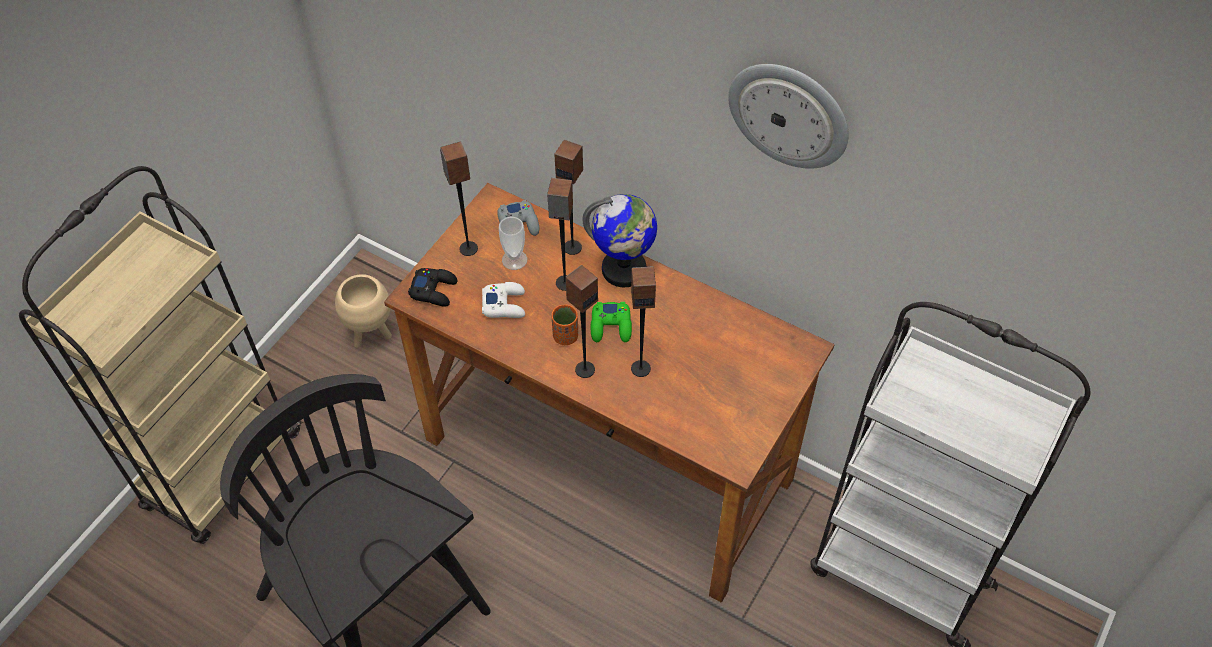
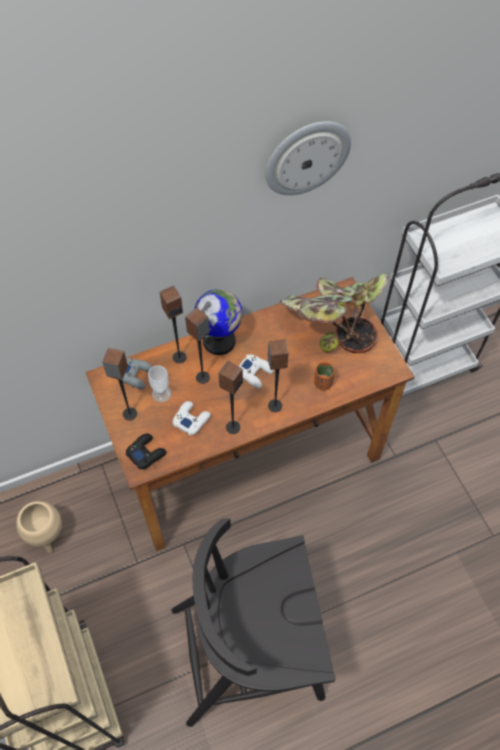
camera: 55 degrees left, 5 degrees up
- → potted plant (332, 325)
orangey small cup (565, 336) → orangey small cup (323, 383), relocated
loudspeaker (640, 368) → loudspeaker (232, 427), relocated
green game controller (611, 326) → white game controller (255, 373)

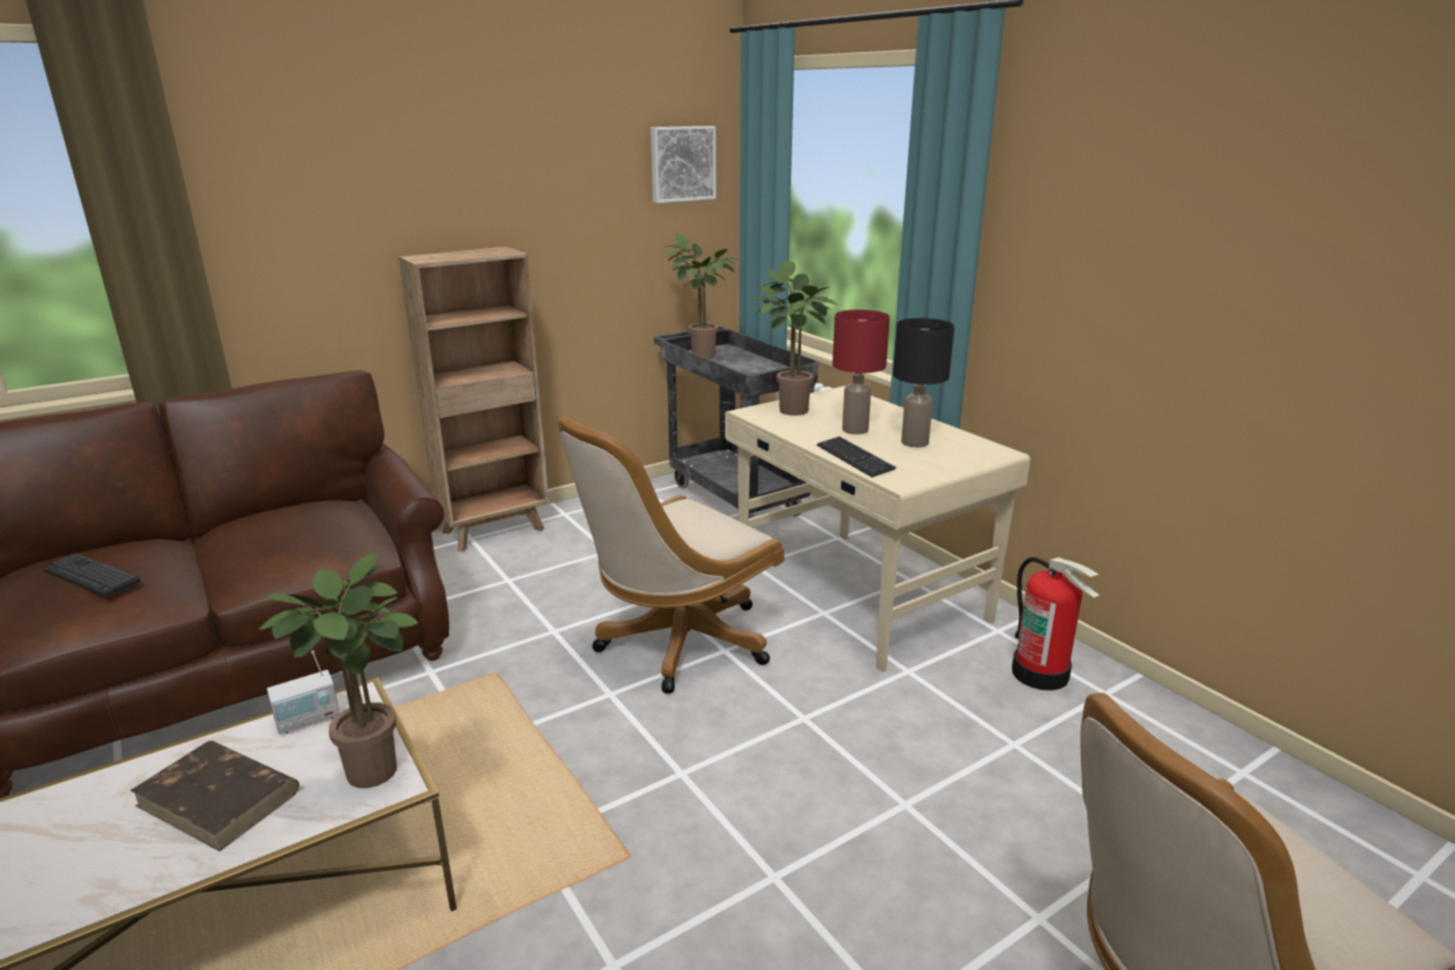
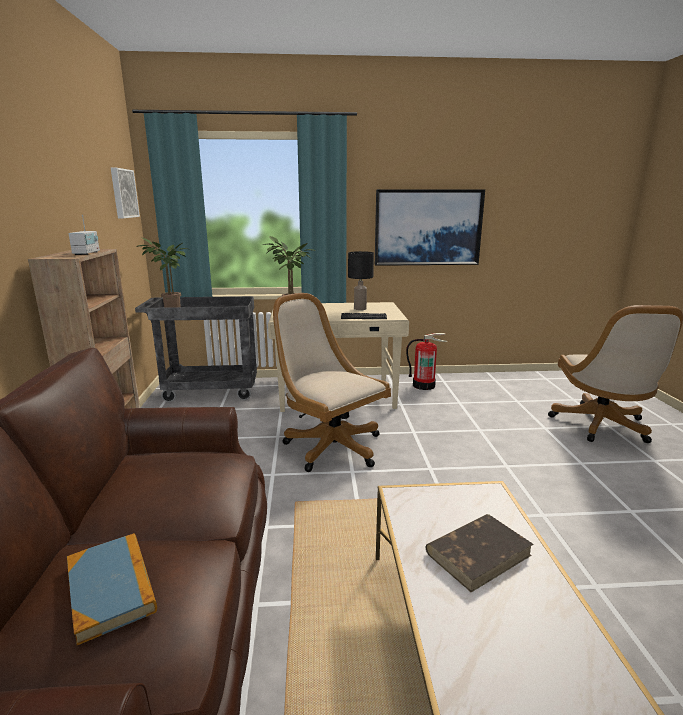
camera: 60 degrees left, 5 degrees down
potted plant (375, 777) → -
reddish lamp for a table (855, 430) → -
- → wall picture (427, 227)
radio (308, 719) → radio (87, 253), relocated
keyboard (92, 576) → volume (111, 587)
office chair (674, 646) → office chair (328, 444), 150 degrees clockwise

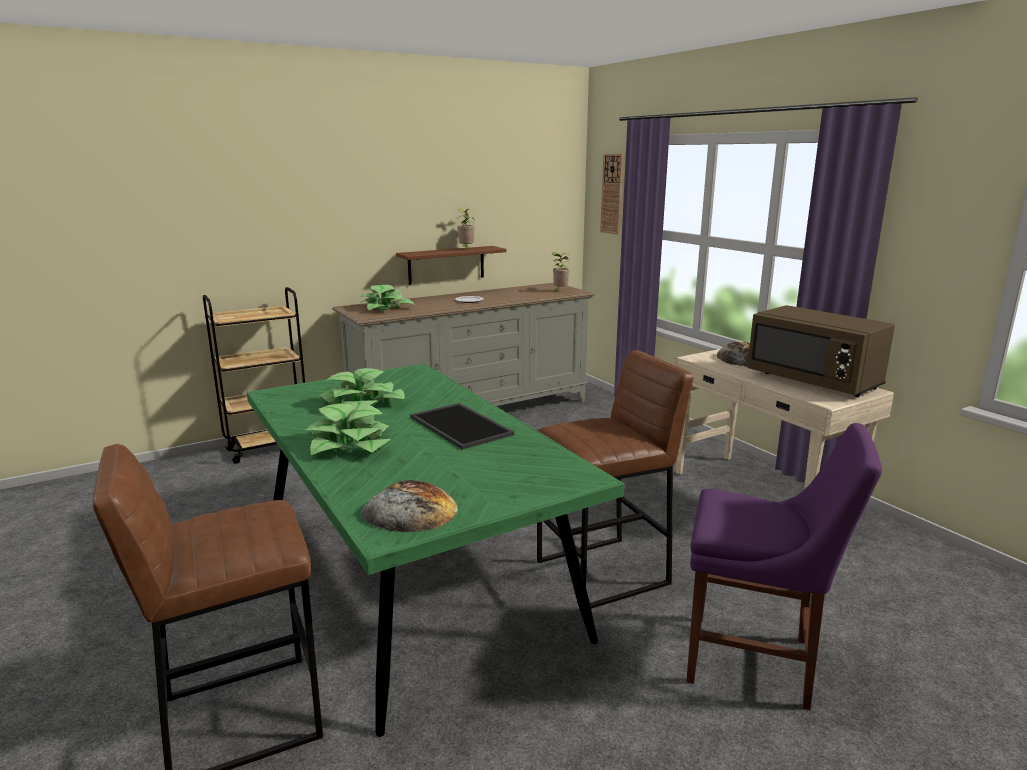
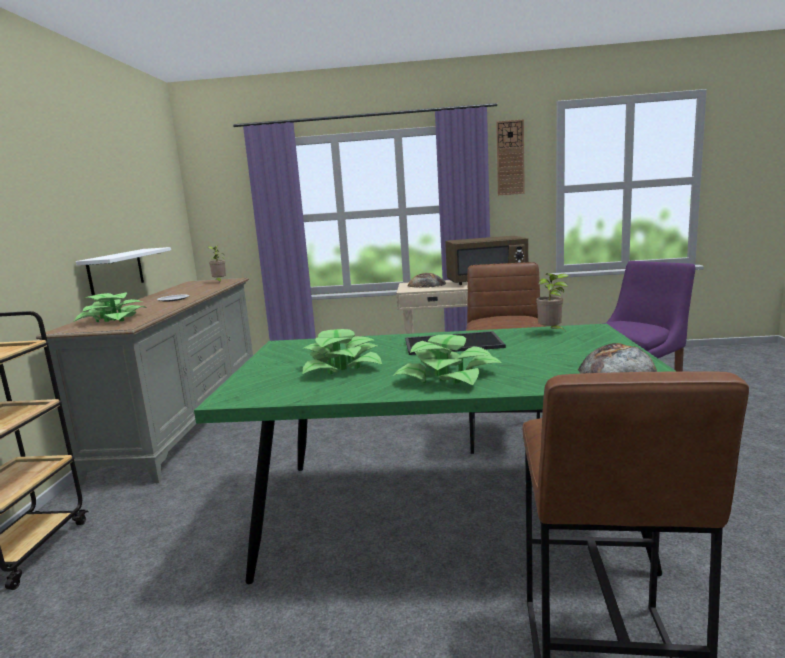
camera: 55 degrees left, 5 degrees down
potted plant (466, 249) → potted plant (551, 332), relocated
wall clock (612, 194) → wall clock (510, 158), relocated
brownish shelf (446, 265) → white shelf (116, 272)

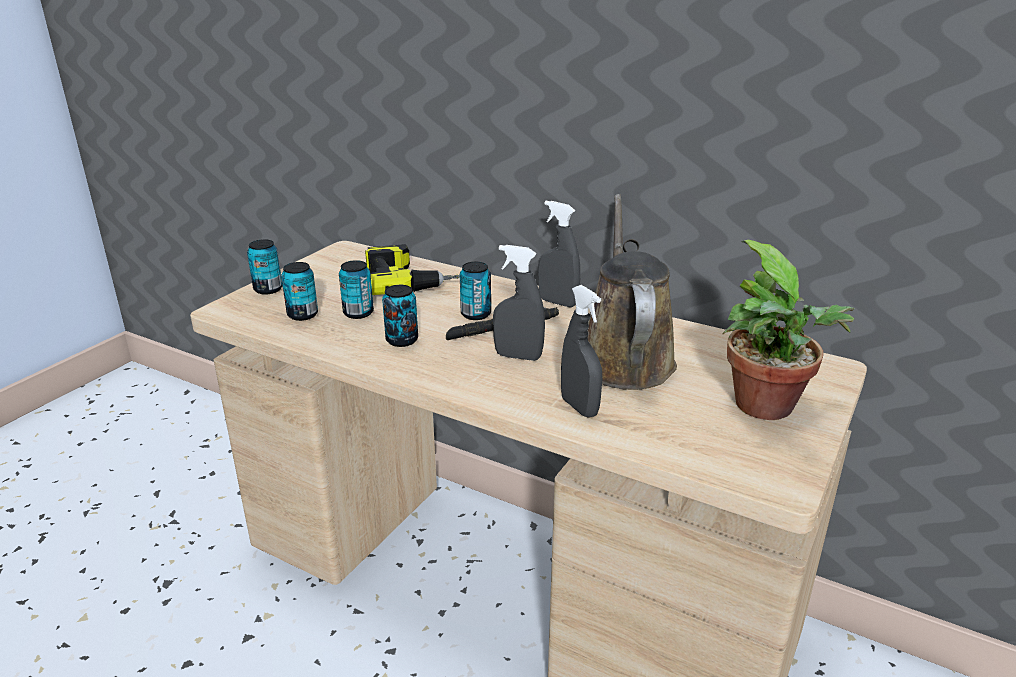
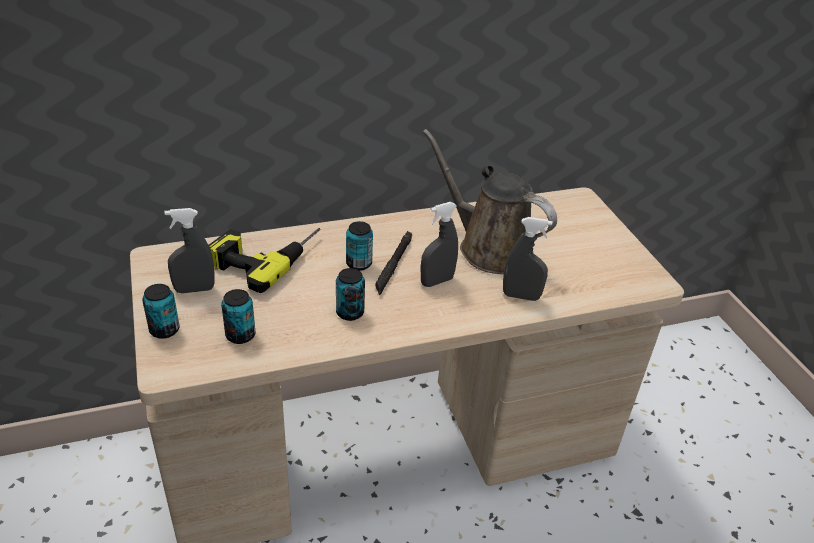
camera: 50 degrees left, 10 degrees up
metal can (358, 313) → -
potted plant (769, 409) → -
greyish spray bottle (557, 302) → greyish spray bottle (194, 289), relocated

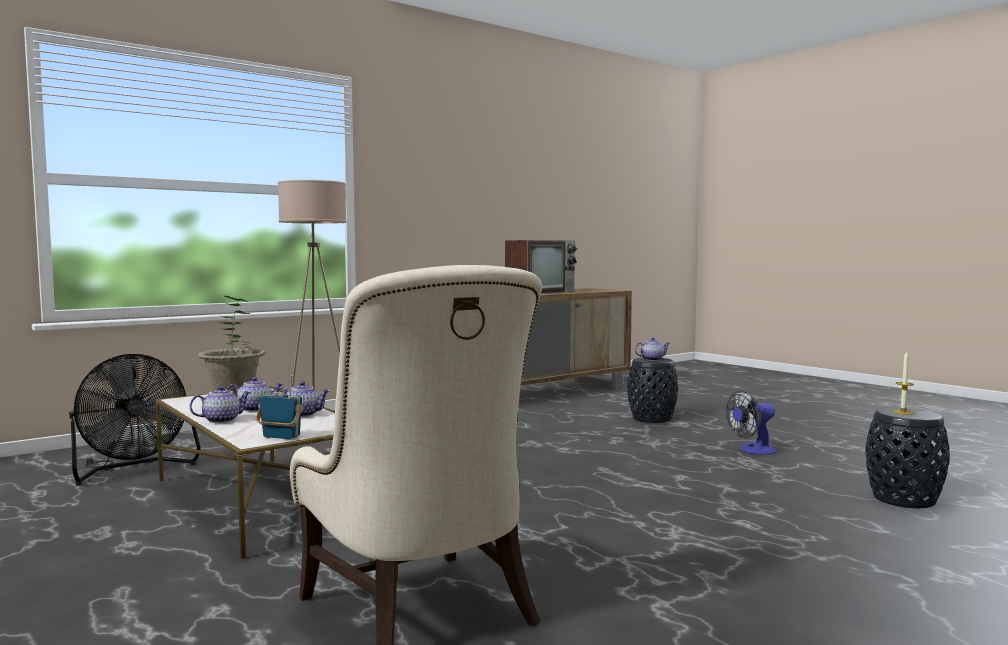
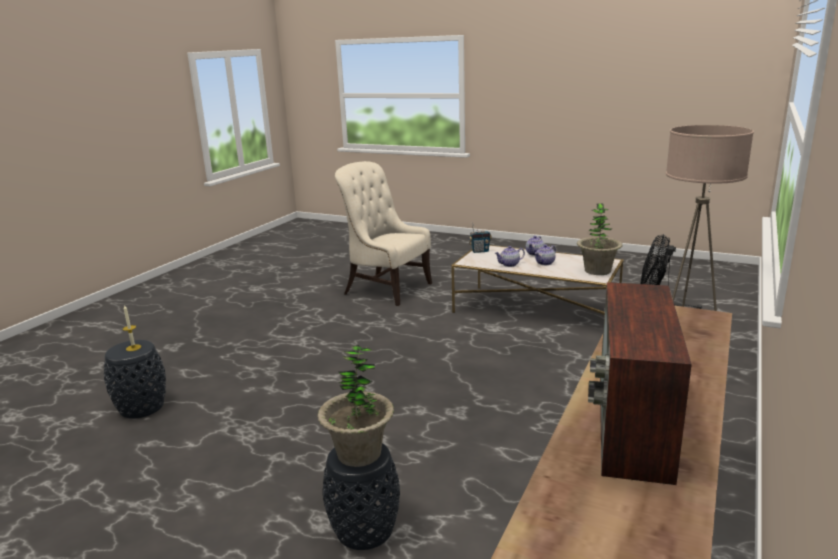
camera: 155 degrees right, 15 degrees up
fan (752, 450) → -
tea pot (652, 359) → potted plant (359, 453)

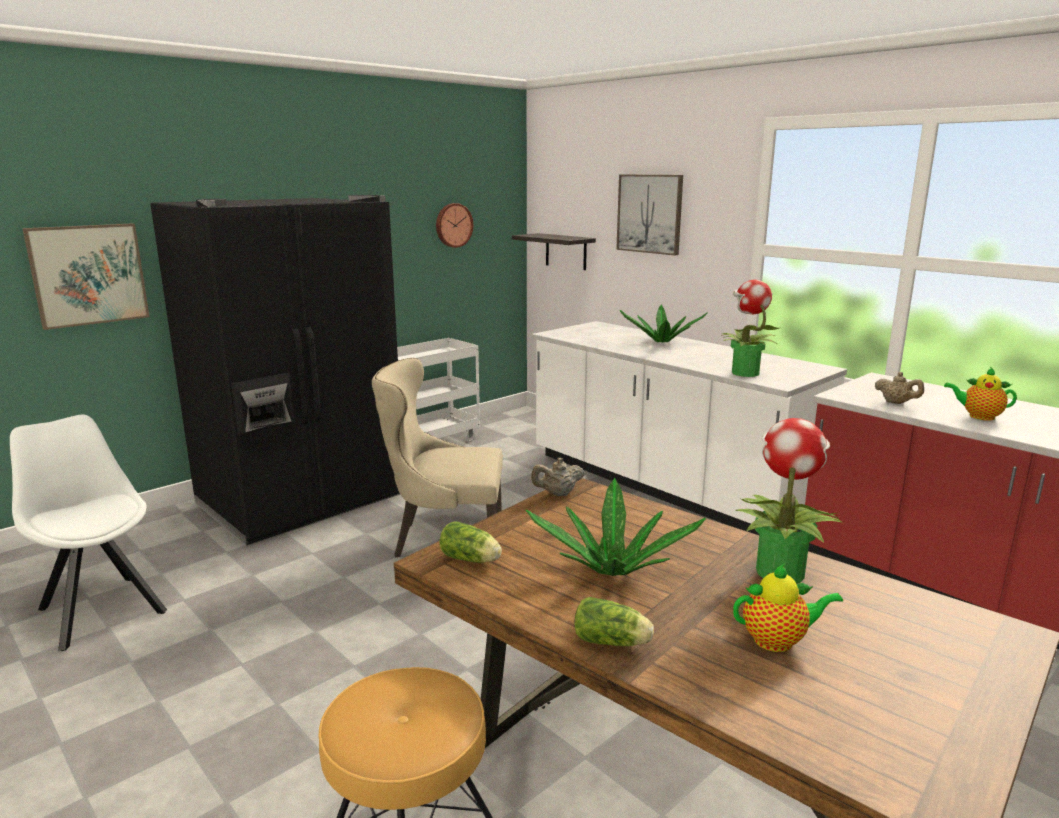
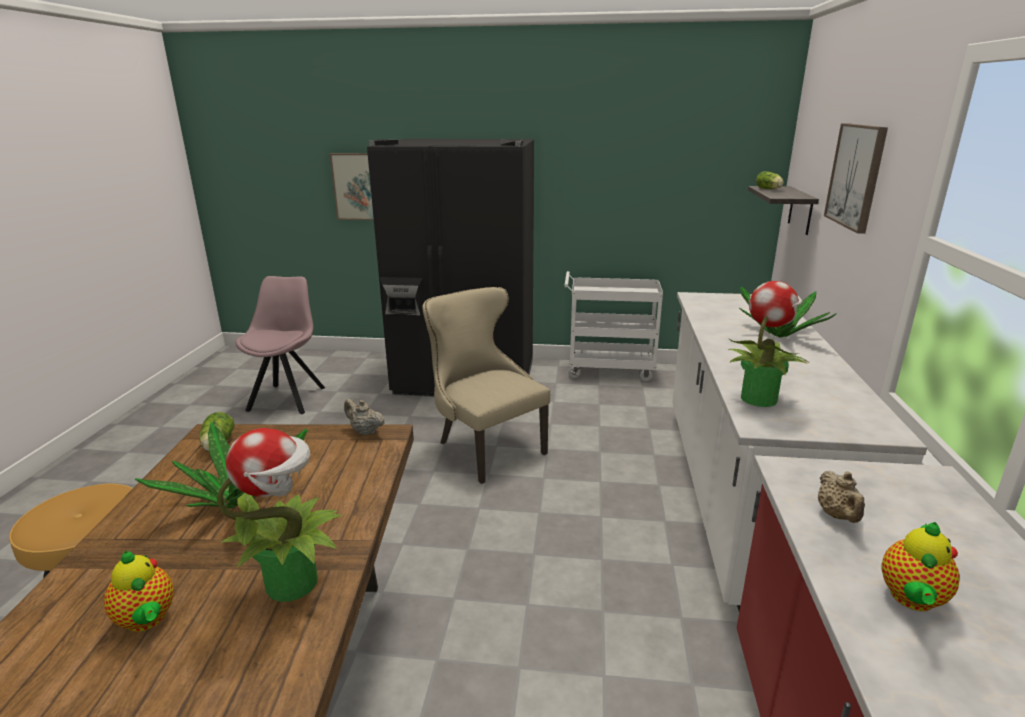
camera: 50 degrees right, 5 degrees up
wall clock (453, 225) → -
lettuce (613, 642) → lettuce (769, 189), relocated
white chair (101, 610) → pink chair (288, 398)
tea pot (978, 416) → tea pot (911, 600), 135 degrees counterclockwise

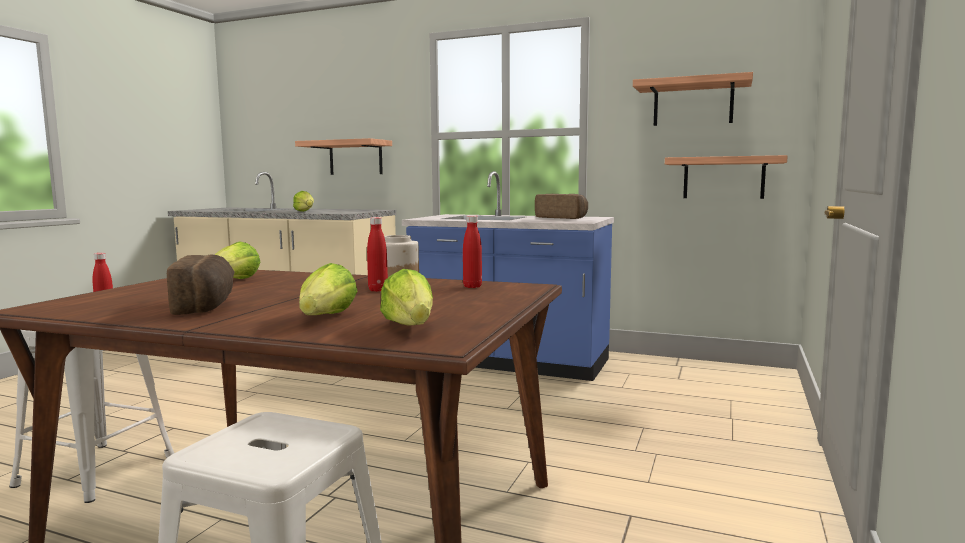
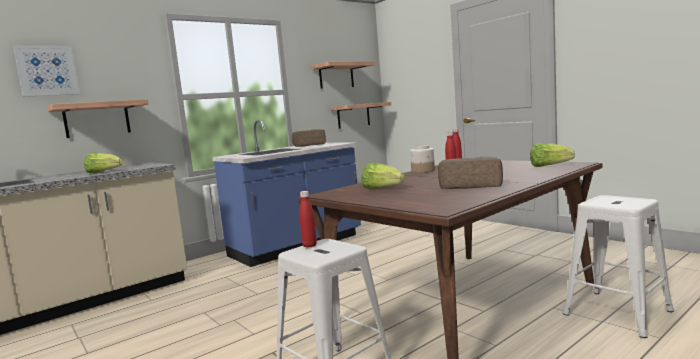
camera: 60 degrees left, 0 degrees up
lettuce (327, 318) → -
- → wall picture (47, 70)

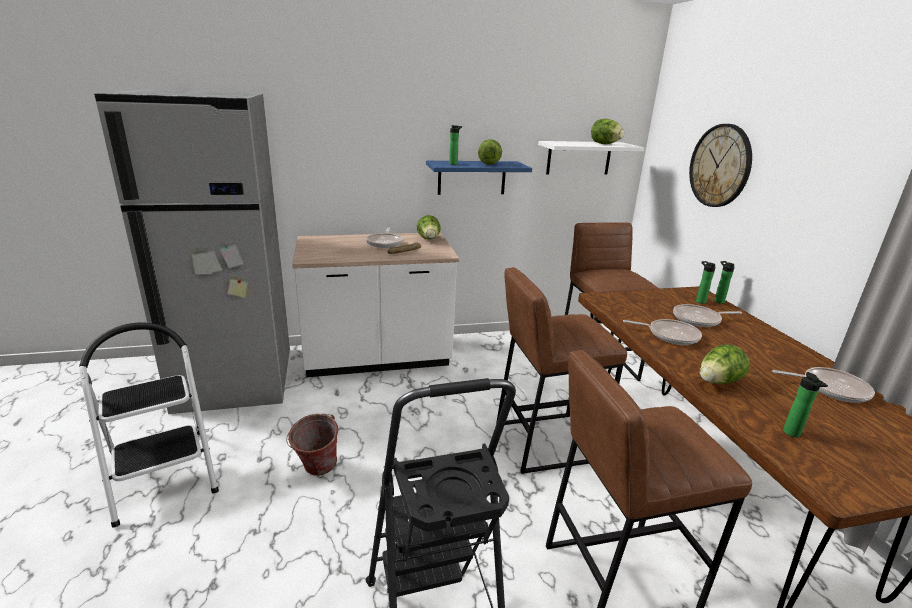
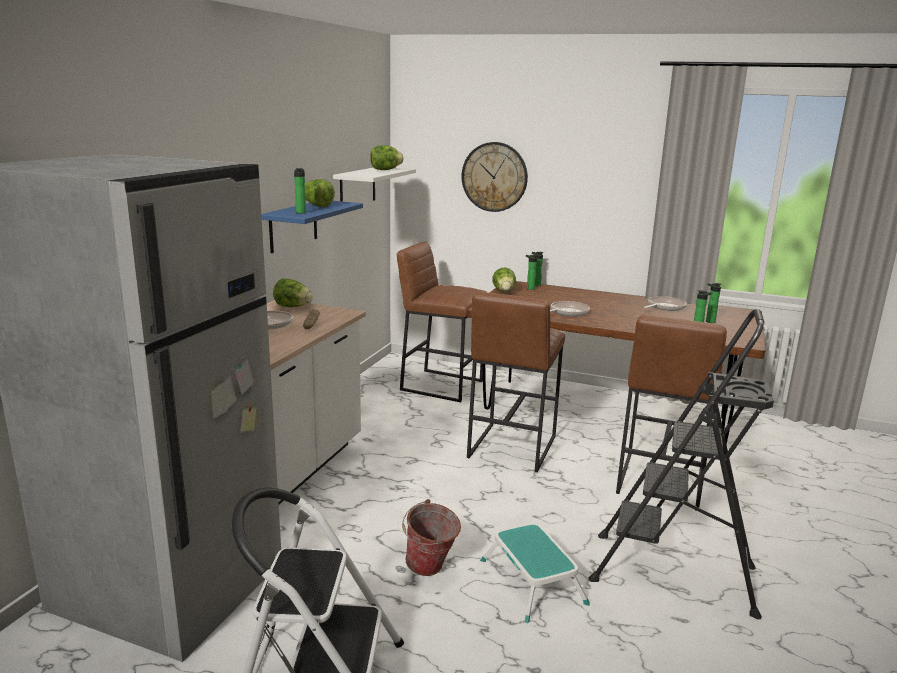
camera: 55 degrees left, 5 degrees down
frying pan (699, 319) → -
- → turquoise-coloured step ladder (532, 581)
- → drink bottle (708, 321)
lettuce (717, 382) → lettuce (504, 292), relocated

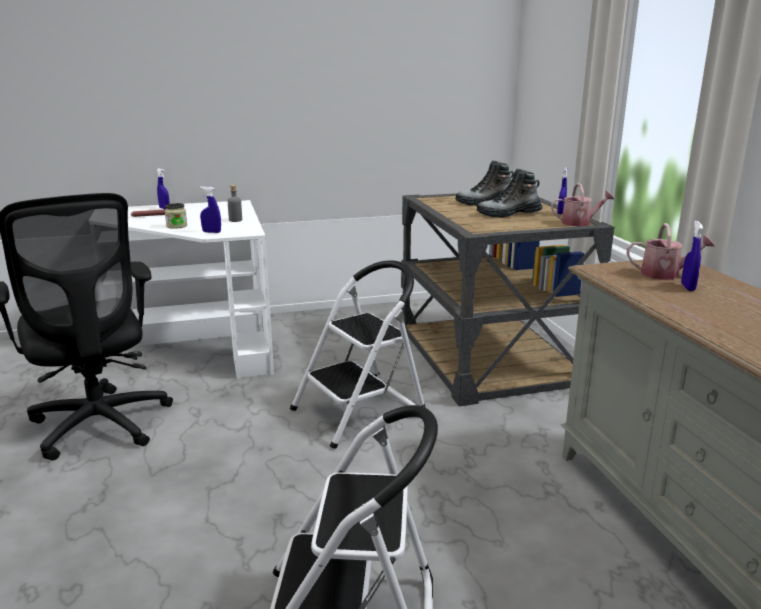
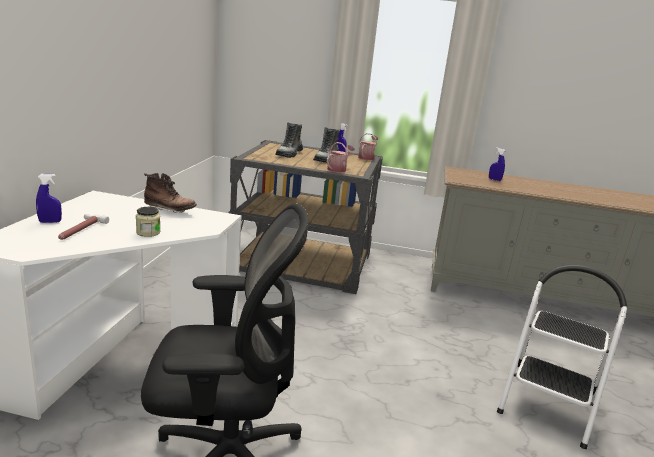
camera: 65 degrees left, 0 degrees up
bluish spray bottle (211, 232) → -
step ladder (362, 412) → -
watering can (665, 274) → watering can (338, 169), relocated
greyish drink bottle (235, 220) → brownish high-top boot (169, 211)

